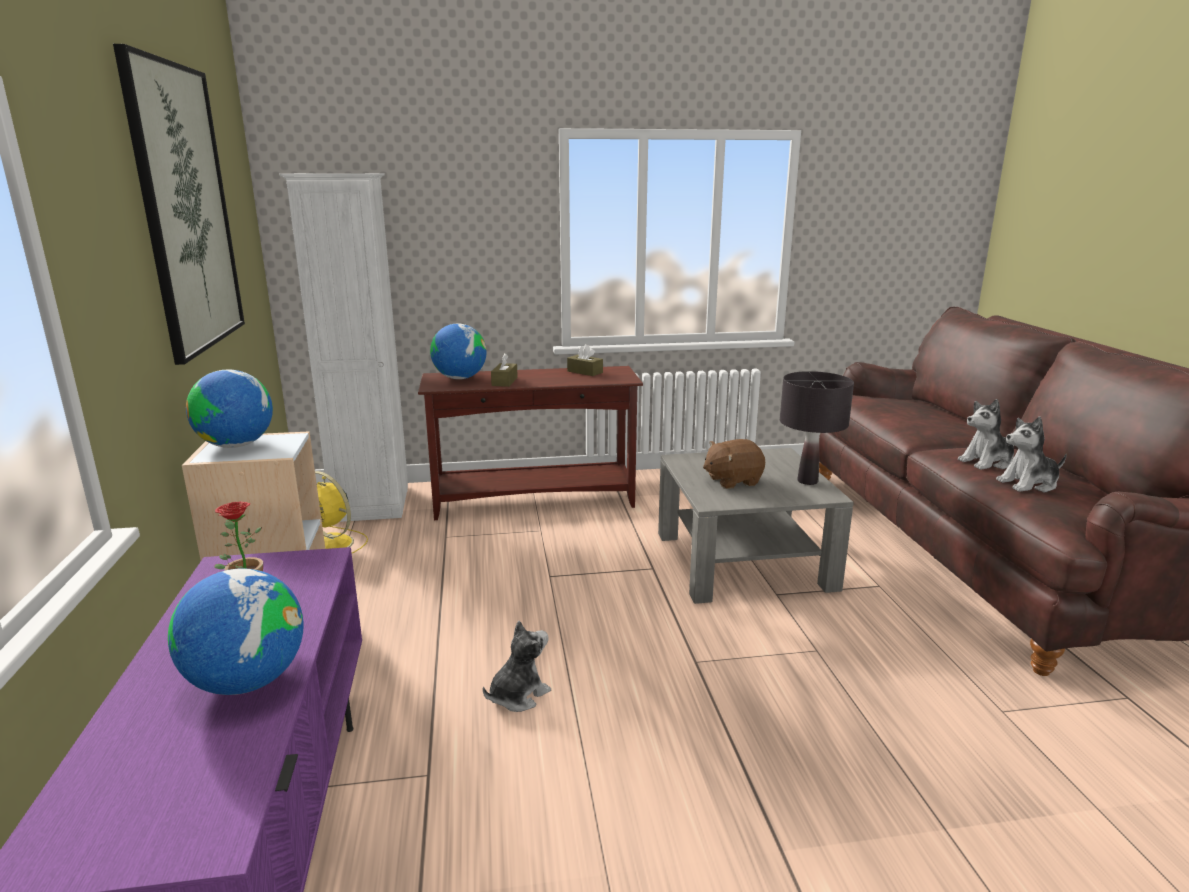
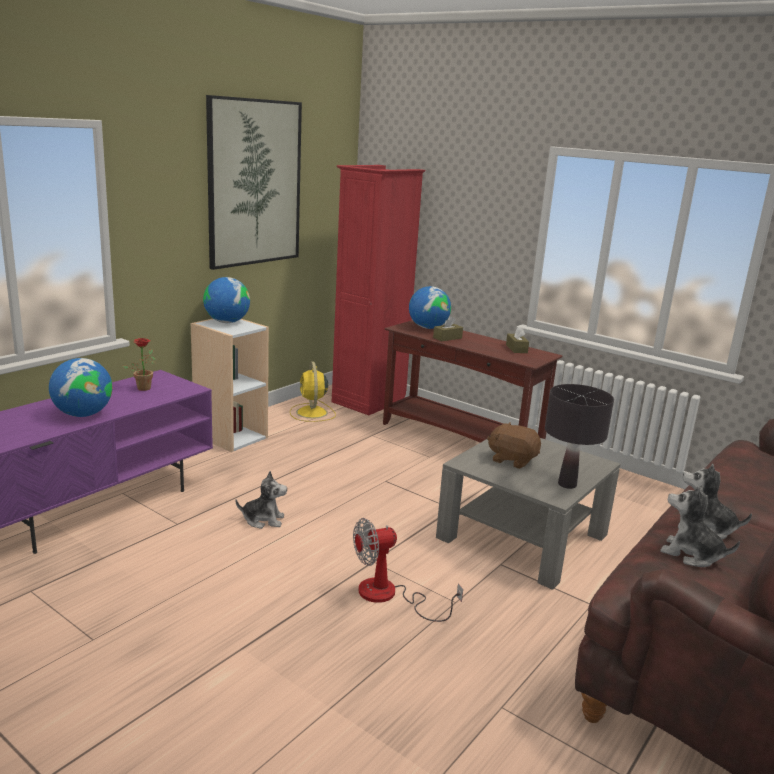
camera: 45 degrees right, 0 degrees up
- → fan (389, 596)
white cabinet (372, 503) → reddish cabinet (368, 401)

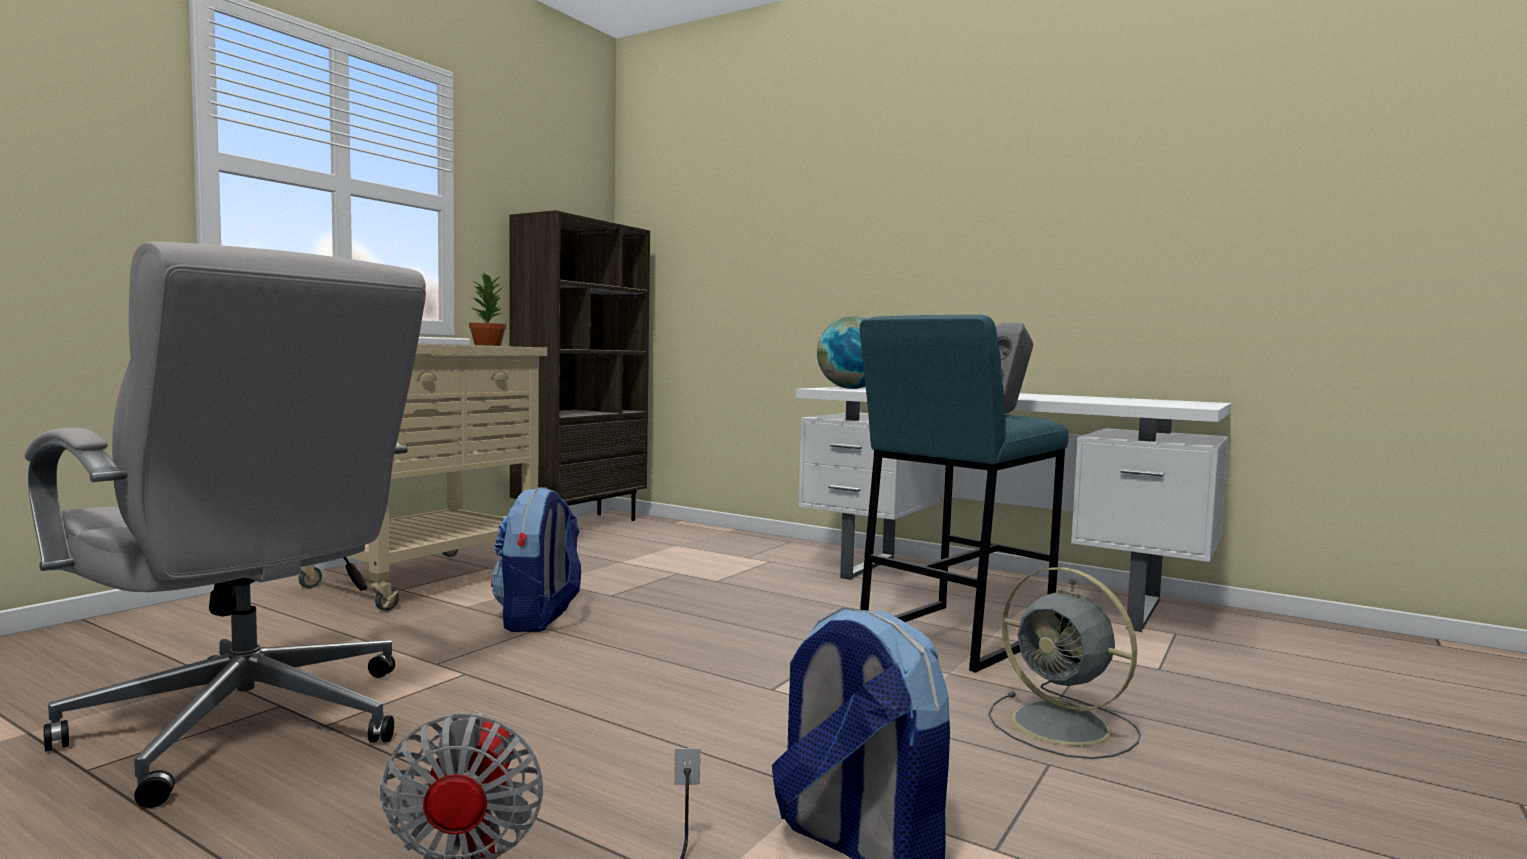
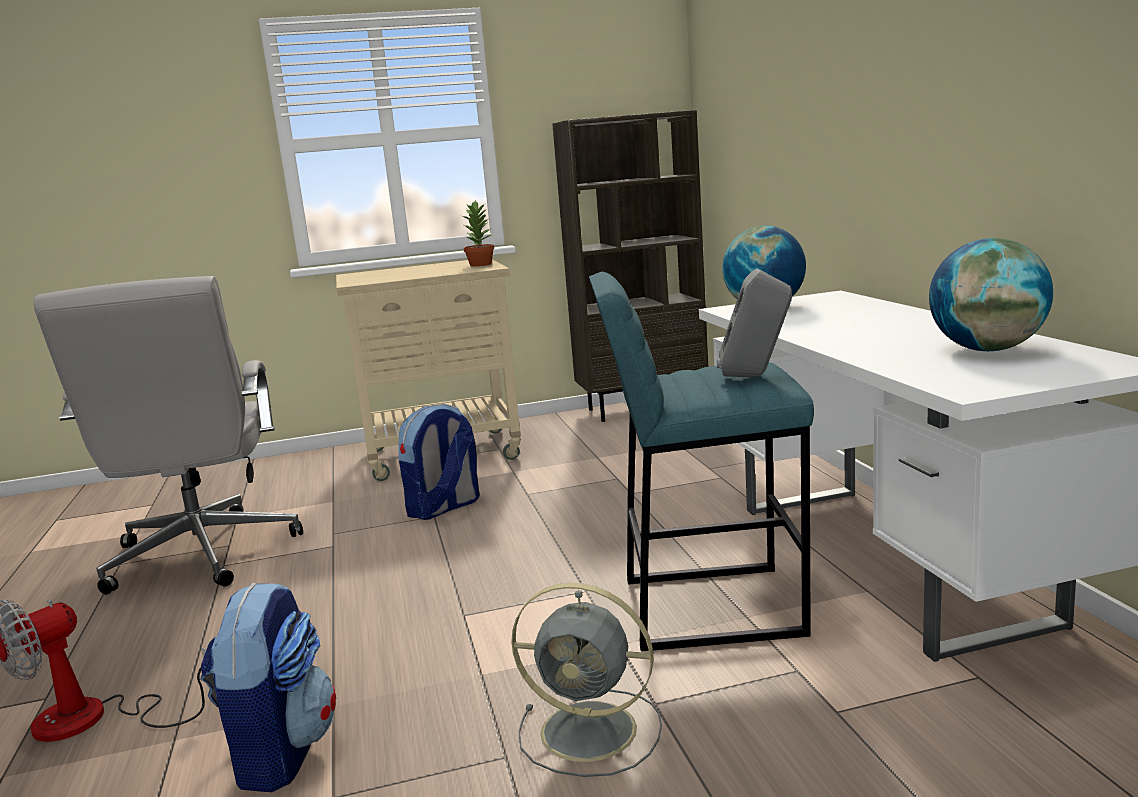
camera: 45 degrees right, 10 degrees up
- → desk globe (987, 349)
greyish fan (1064, 726) → greyish fan (593, 731), 75 degrees counterclockwise

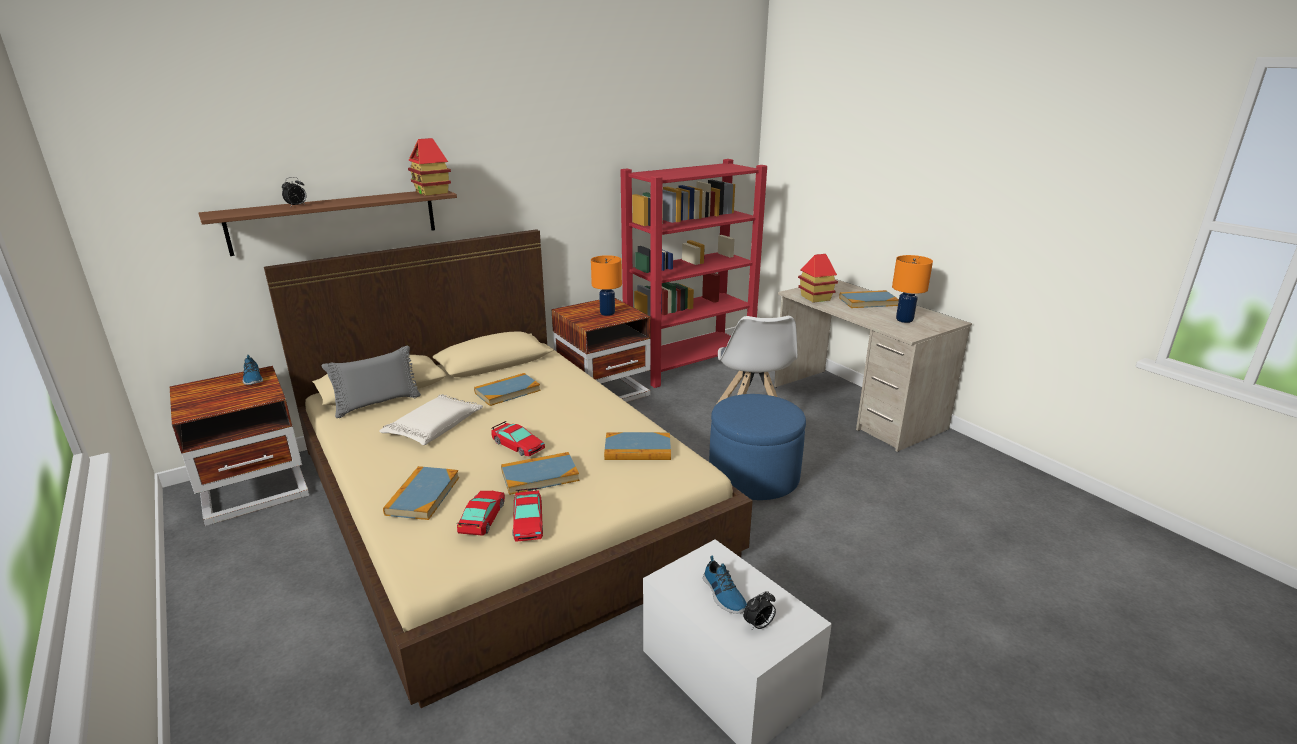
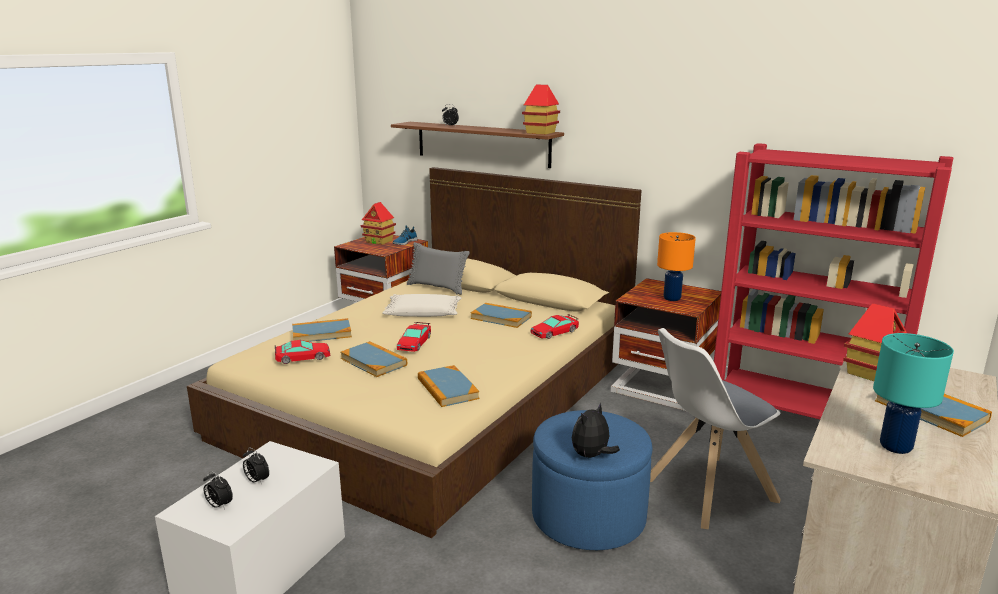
camera: 65 degrees right, 5 degrees down
- → miniature house (379, 241)
- → plush toy (591, 456)
model car (527, 522) → model car (554, 332), relocated
item of footwear (723, 595) → table clock (257, 481)
orangey lamp for a table (904, 320) → turquoise-coloured lamp for a table (893, 447)

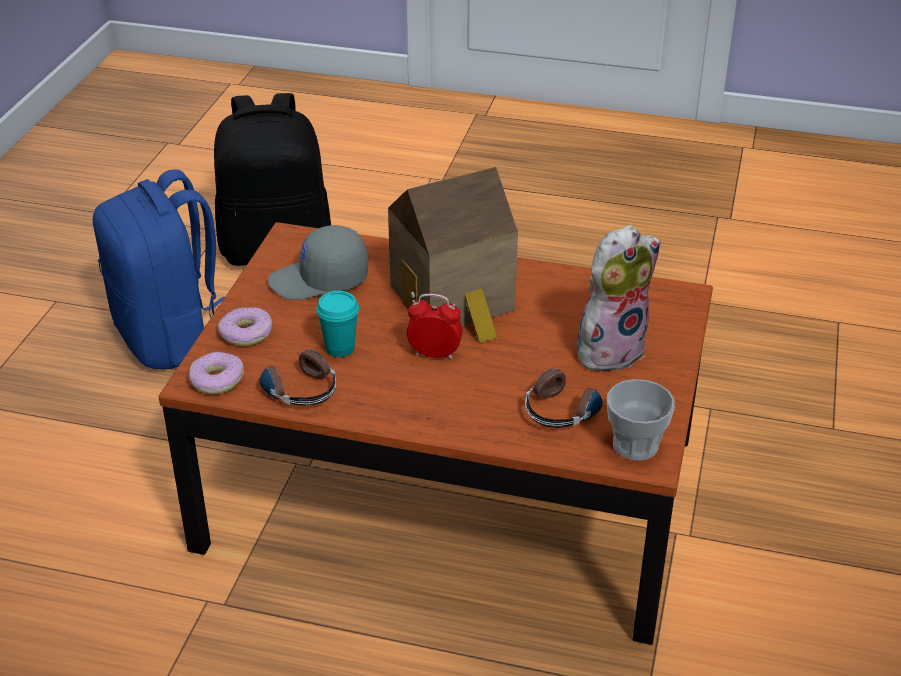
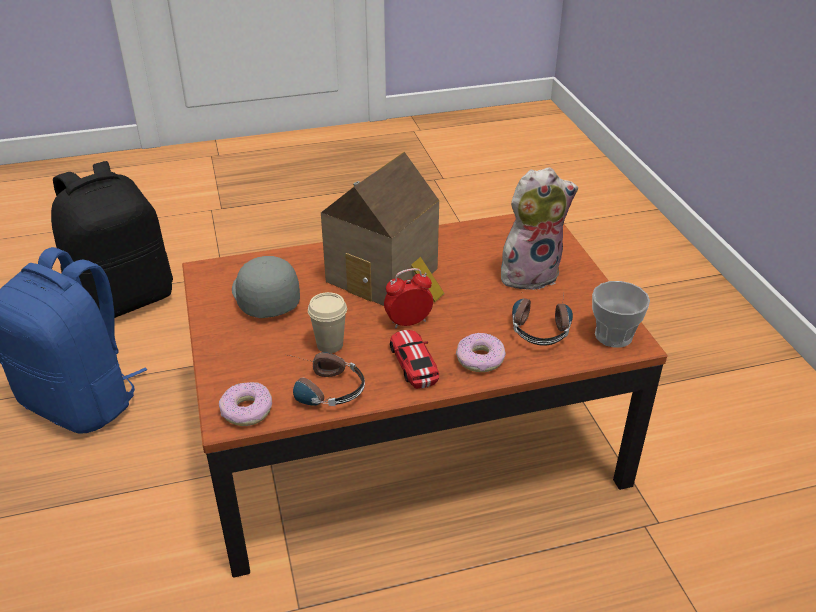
camera: 30 degrees left, 0 degrees up
- → model car (413, 364)
ring doughnut (246, 334) → ring doughnut (480, 359), relocated
turquoise-coloured small cup (340, 348) → sand-coloured small cup (330, 345)
greyish cap (319, 280) → greyish cap (263, 297), 105 degrees clockwise
plush toy (610, 349) → plush toy (530, 273), 45 degrees clockwise

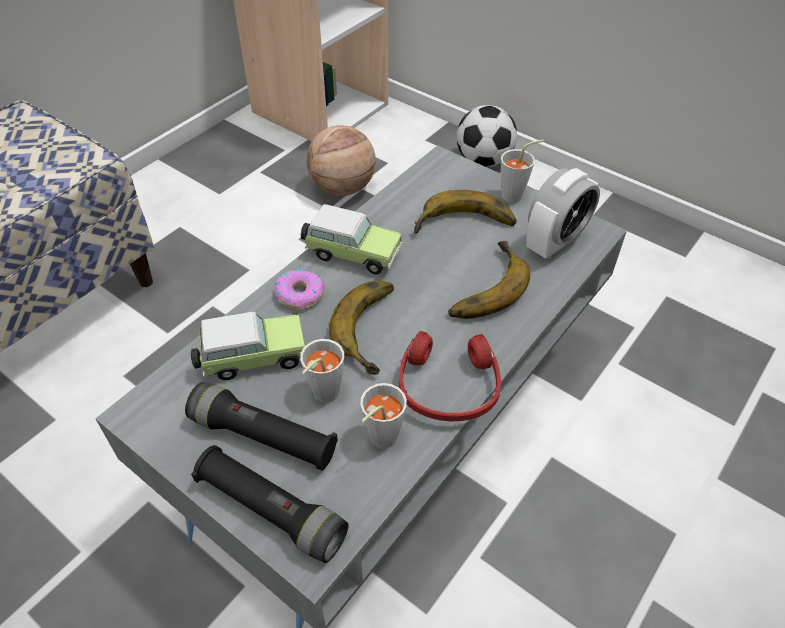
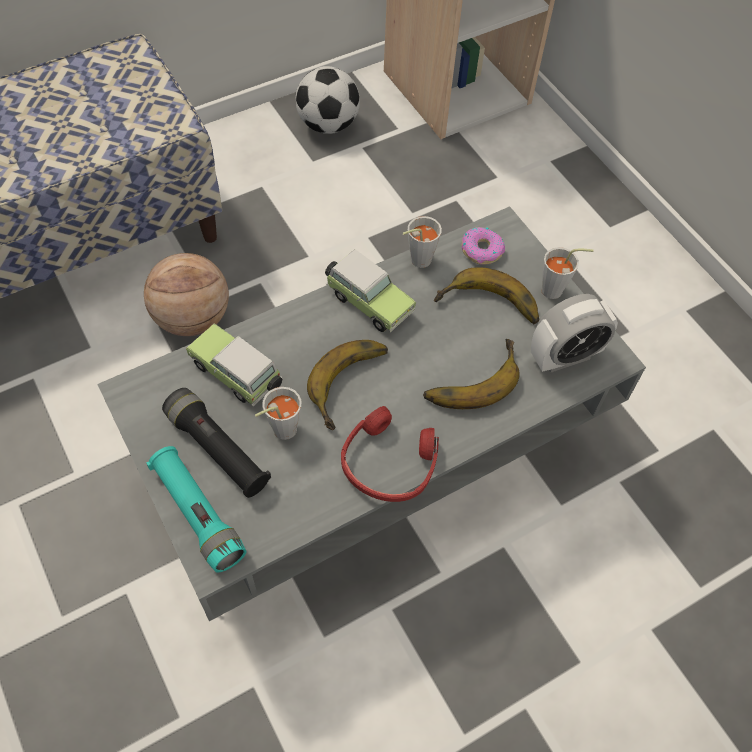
camera: 20 degrees right, 10 degrees up
ring doughnut (300, 294) → ring doughnut (481, 250), relocated
ball for basketball (343, 188) → ball for basketball (193, 318), relocated
greyish small cup (379, 441) → greyish small cup (416, 261), relocated
football (483, 161) → football (328, 124), relocated
black-coloured hand torch (271, 511) → turquoise-coloured hand torch (198, 514)
model car (251, 358) → model car (238, 375), 150 degrees counterclockwise

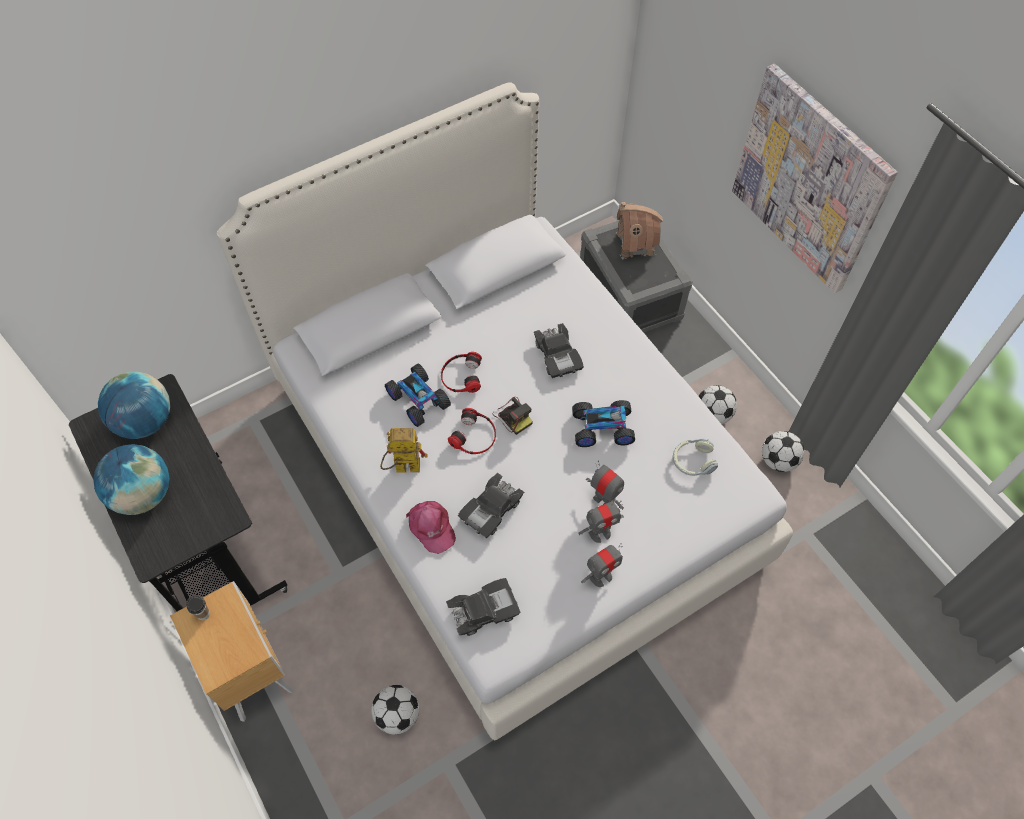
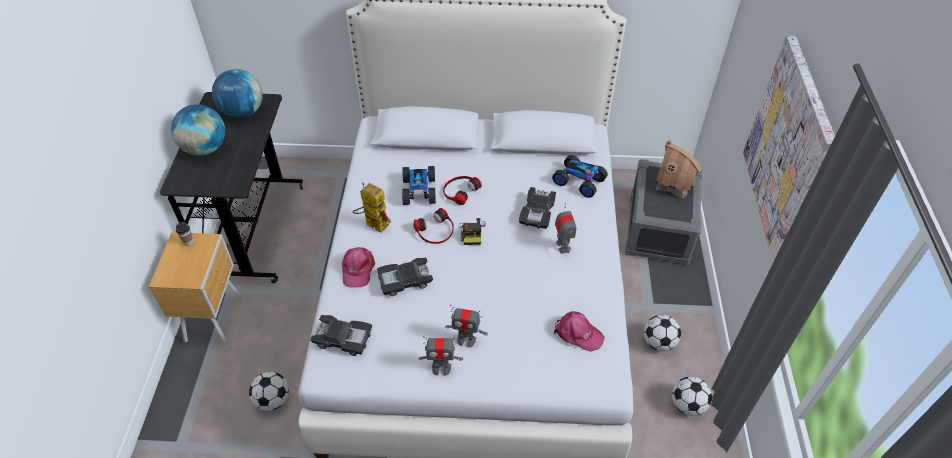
camera: 35 degrees right, 10 degrees down
model car (602, 427) → model car (579, 181), relocated
robot figure (603, 500) → robot figure (562, 246), relocated
headphones (692, 461) → pink cap (578, 333)

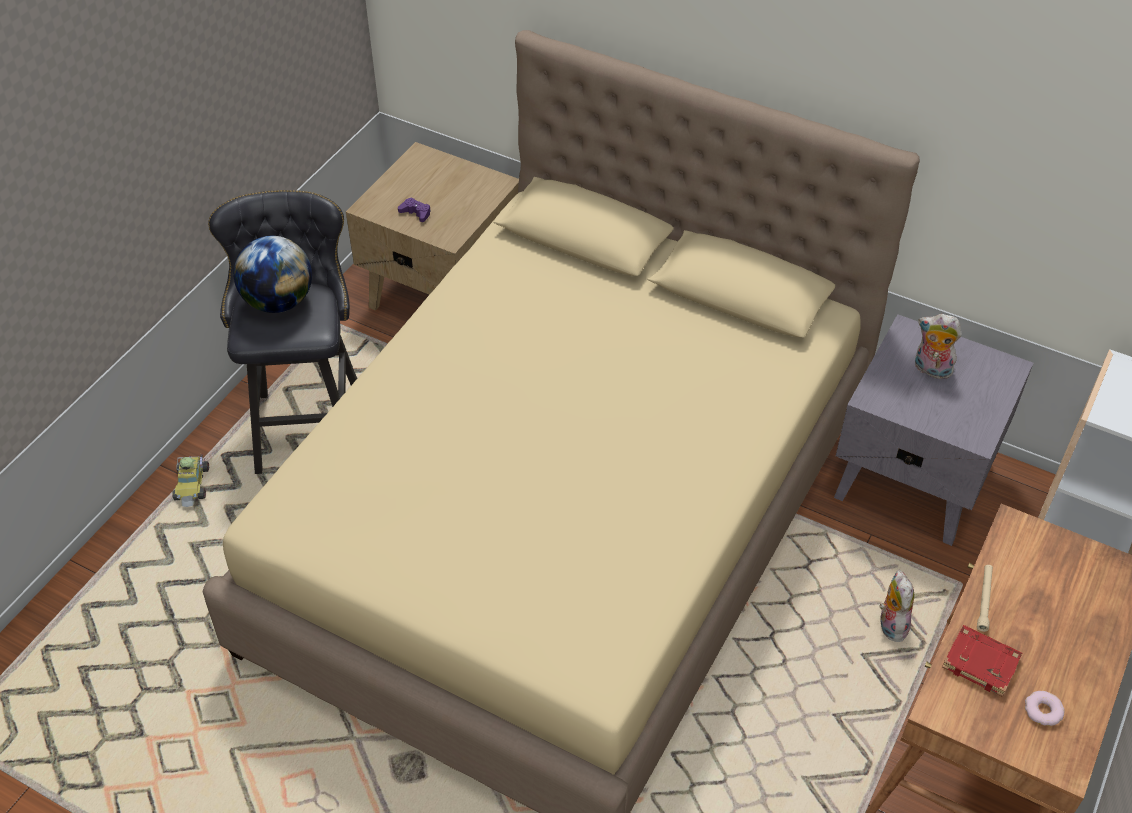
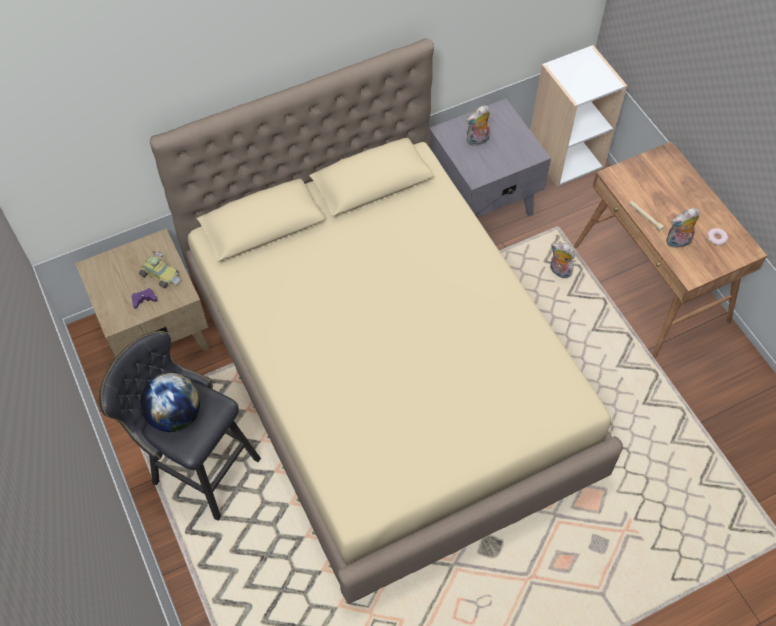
camera: 55 degrees left, 10 degrees up
model car (193, 485) → model car (160, 274), relocated
reddish volume (982, 663) → plush toy (678, 242)

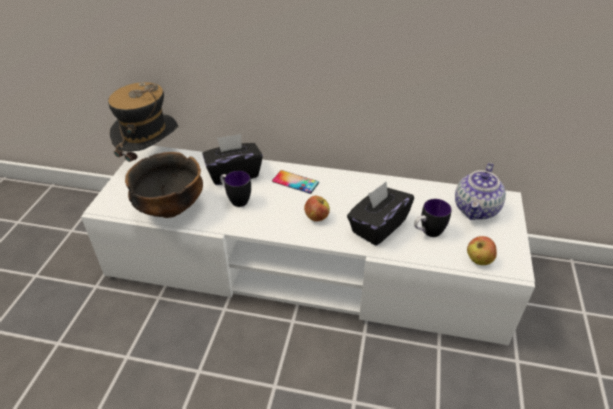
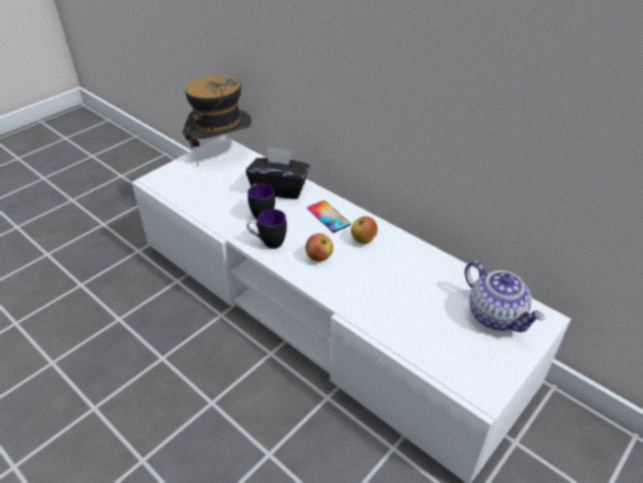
camera: 30 degrees right, 0 degrees up
serving bowl (170, 208) → -
black-coloured box of tissues (377, 226) → -
mug (427, 233) → mug (268, 243), relocated
apple (479, 260) → apple (363, 239), relocated
tea pot (476, 209) → tea pot (496, 316), 90 degrees counterclockwise

